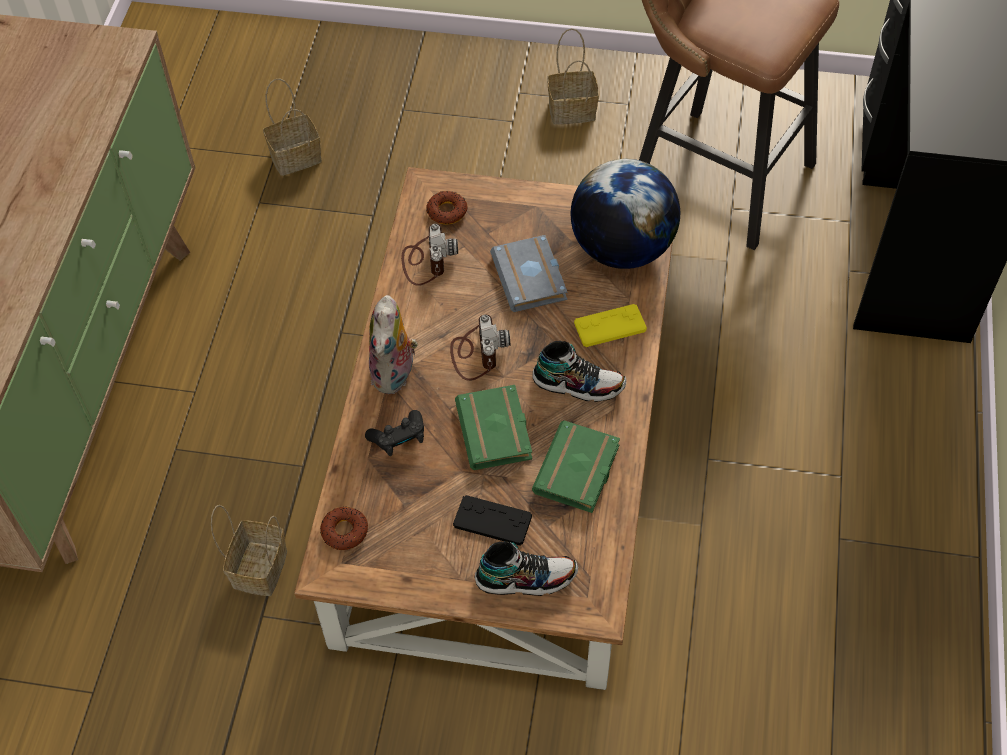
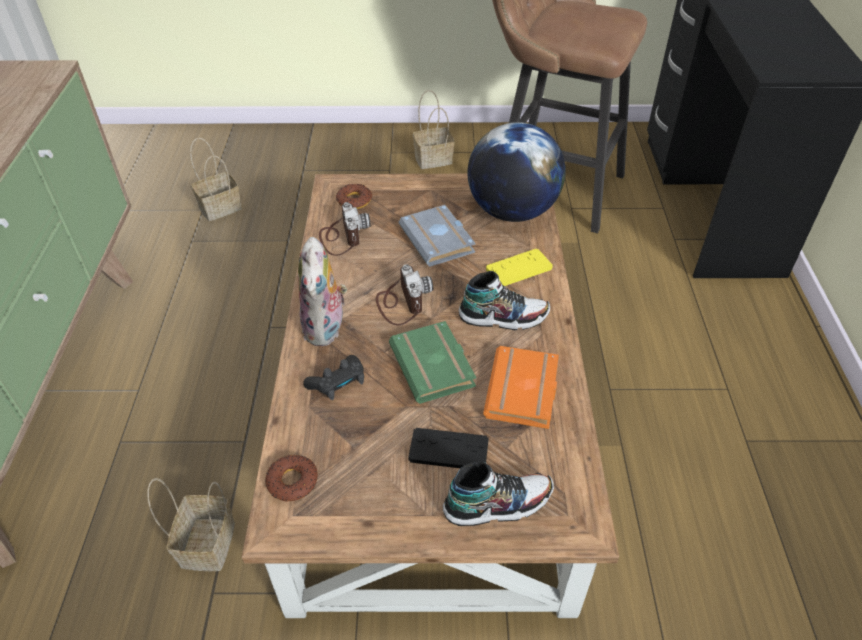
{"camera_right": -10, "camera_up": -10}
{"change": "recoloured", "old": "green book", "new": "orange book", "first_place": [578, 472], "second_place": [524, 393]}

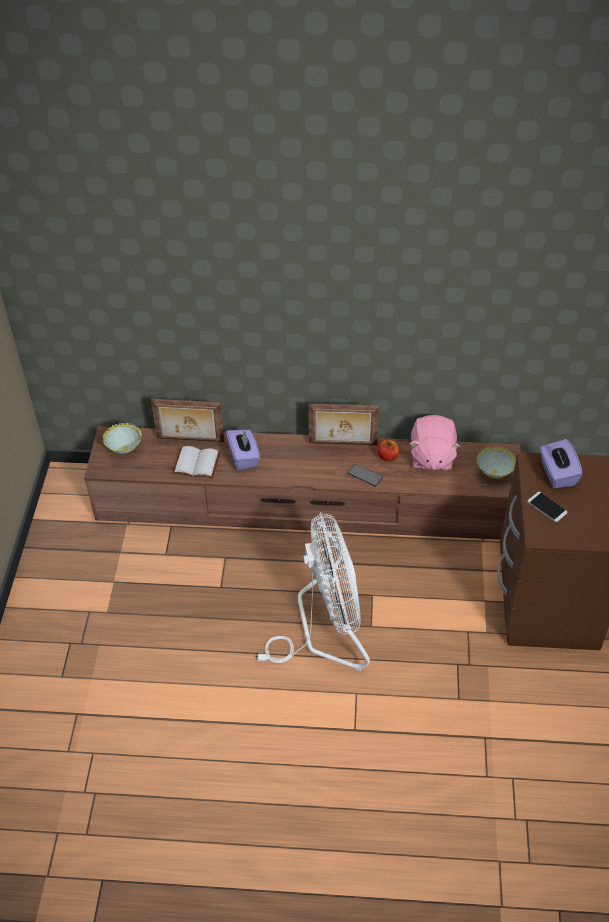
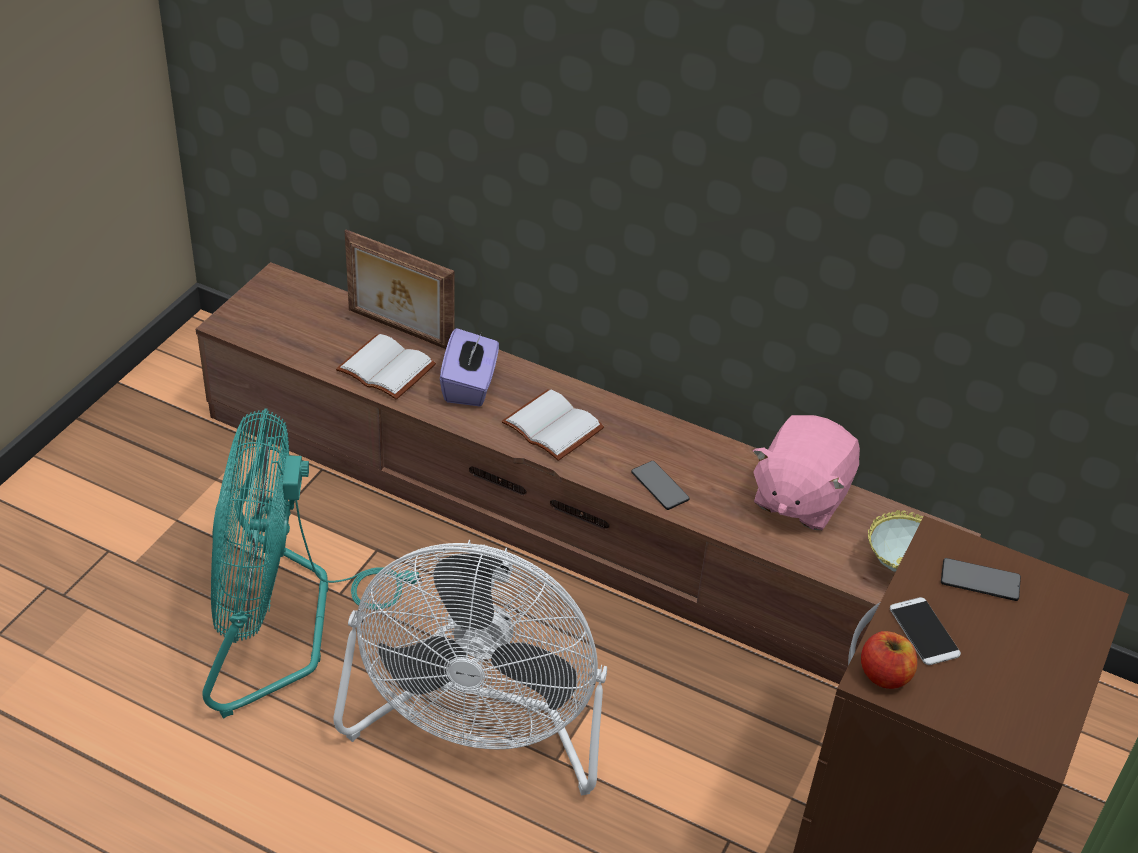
{"camera_right": 20, "camera_up": -5}
{"change": "removed", "old": "bowl", "first_place": [125, 450]}
{"change": "turned", "old": "white fan", "first_place": [322, 624], "second_place": [472, 722], "degrees": 90}
{"change": "removed", "old": "picture frame", "first_place": [342, 444]}
{"change": "moved", "old": "apple", "first_place": [387, 456], "second_place": [884, 675]}
{"change": "replaced", "old": "purple tissue box", "new": "phone", "first_place": [557, 474], "second_place": [980, 581]}
{"change": "added", "new": "turquoise fan", "second_place": [288, 616]}
{"change": "added", "new": "white book", "second_place": [555, 426]}

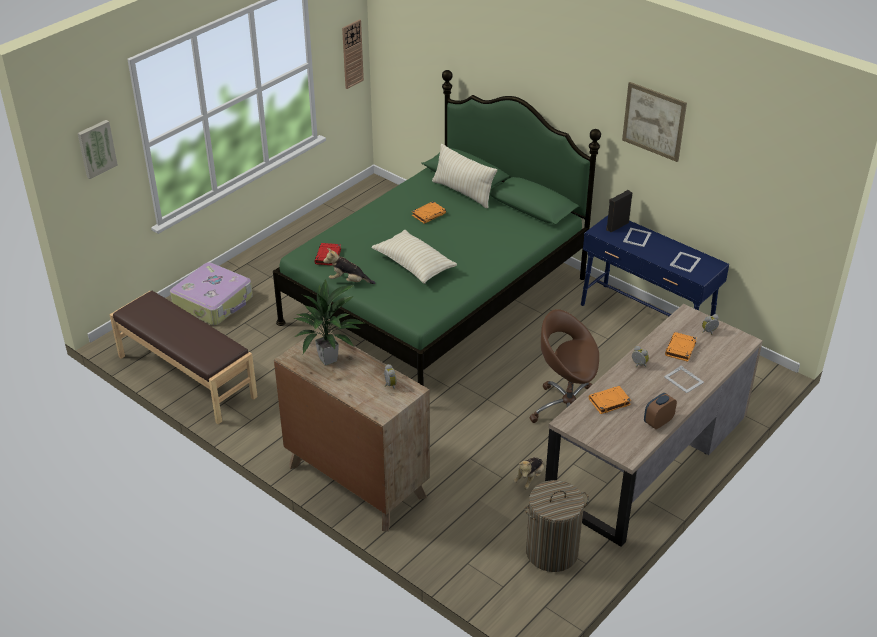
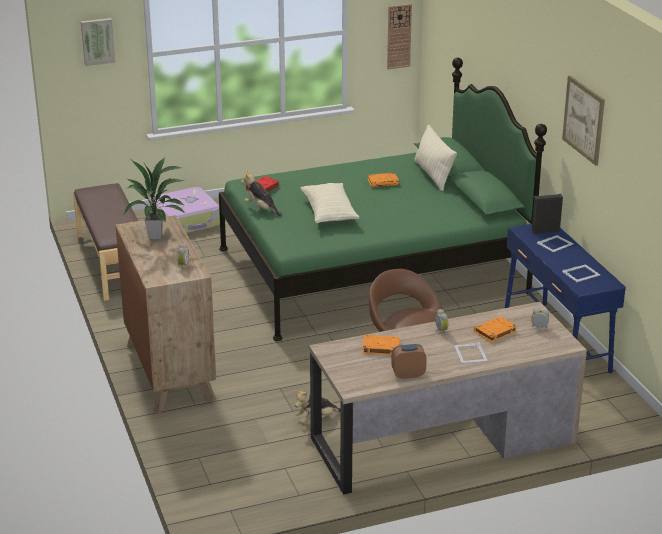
{"camera_right": 30, "camera_up": -10}
{"change": "removed", "old": "laundry basket", "first_place": [551, 552]}

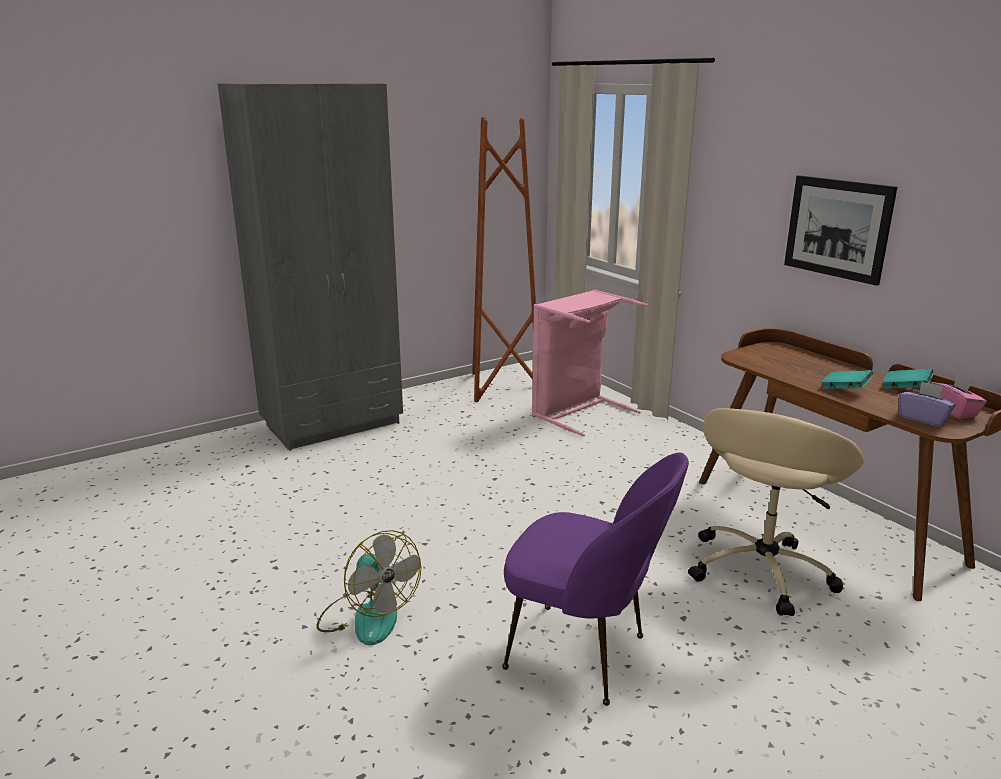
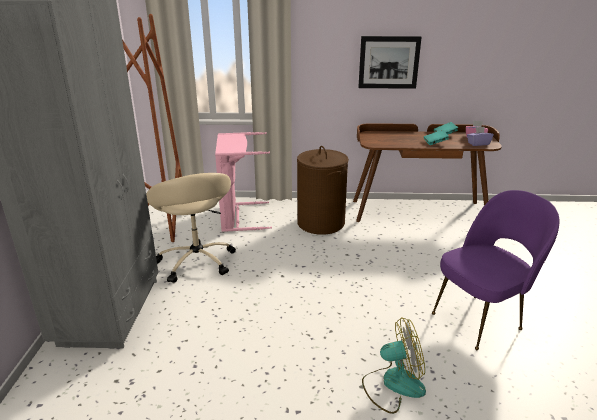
{"camera_right": -55, "camera_up": 5}
{"change": "moved", "old": "beige office chair", "first_place": [759, 574], "second_place": [197, 263]}
{"change": "added", "new": "brown laundry basket", "second_place": [321, 223]}

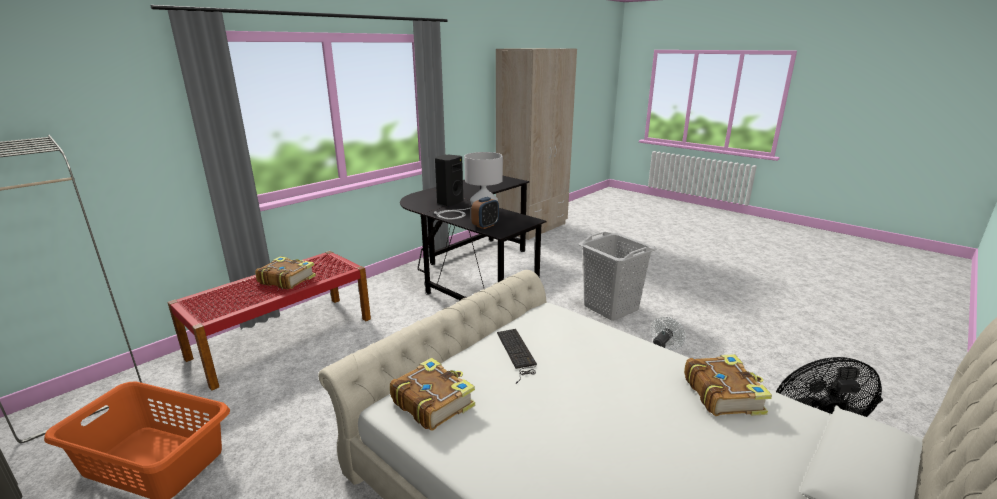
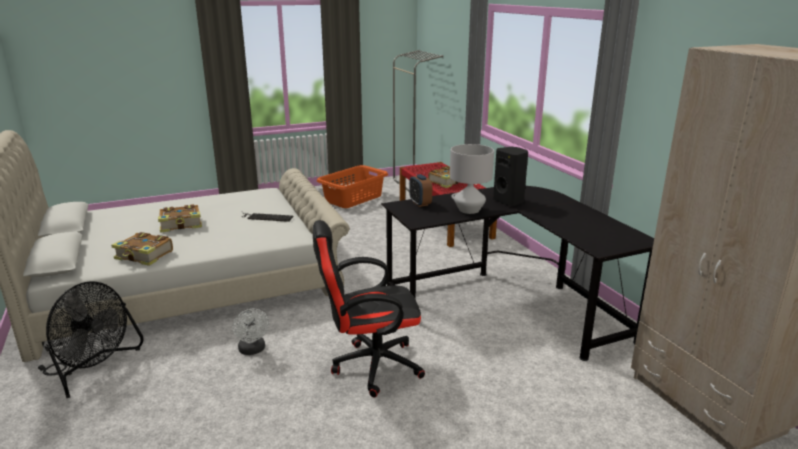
{"camera_right": 115, "camera_up": 0}
{"change": "moved", "old": "book", "first_place": [432, 402], "second_place": [181, 225]}
{"change": "replaced", "old": "grey laundry basket", "new": "black office chair", "first_place": [610, 308], "second_place": [369, 367]}

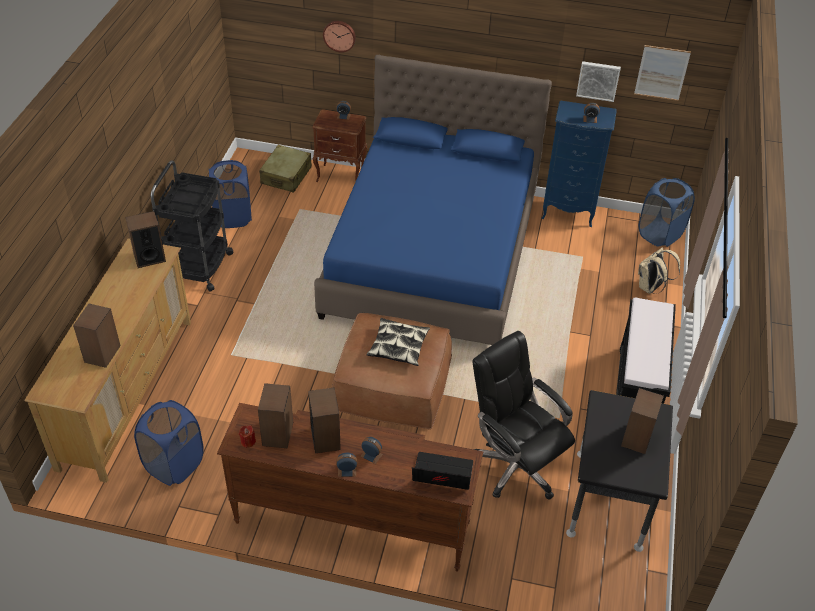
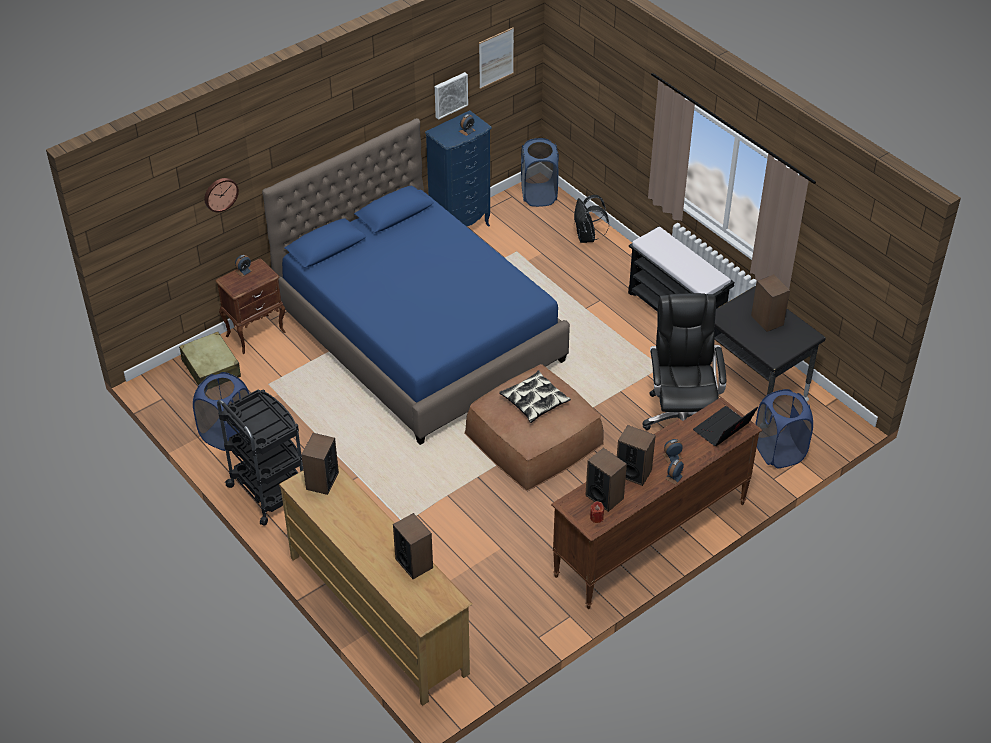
{"camera_right": -50, "camera_up": 0}
{"change": "moved", "old": "blue laundry basket", "first_place": [174, 464], "second_place": [778, 451]}
{"change": "turned", "old": "black office chair", "first_place": [514, 465], "second_place": [680, 418], "degrees": 90}
{"change": "recoloured", "old": "beige backpack", "new": "black backpack", "first_place": [651, 288], "second_place": [587, 237]}

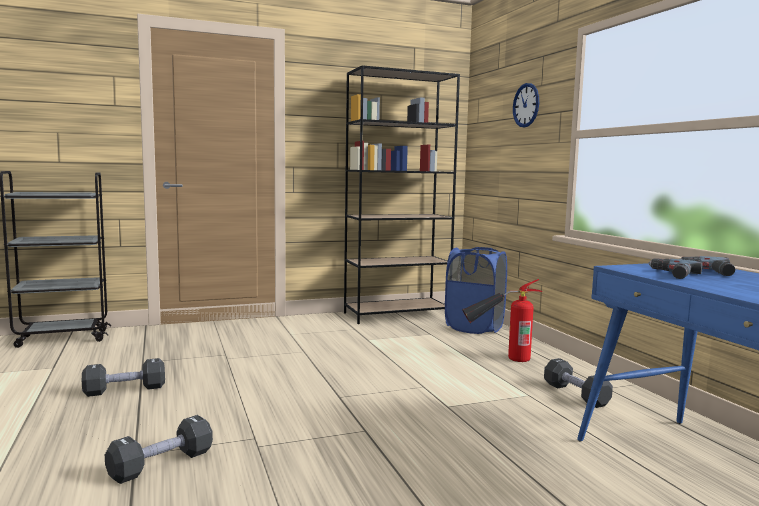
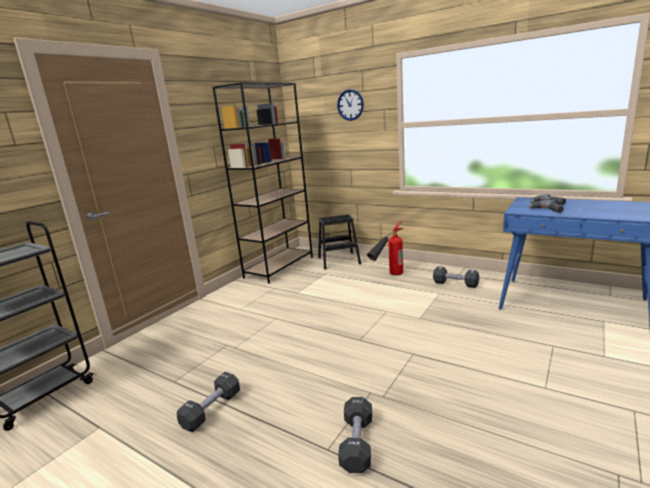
{"camera_right": -35, "camera_up": 10}
{"change": "replaced", "old": "blue laundry basket", "new": "black step ladder", "first_place": [474, 327], "second_place": [339, 260]}

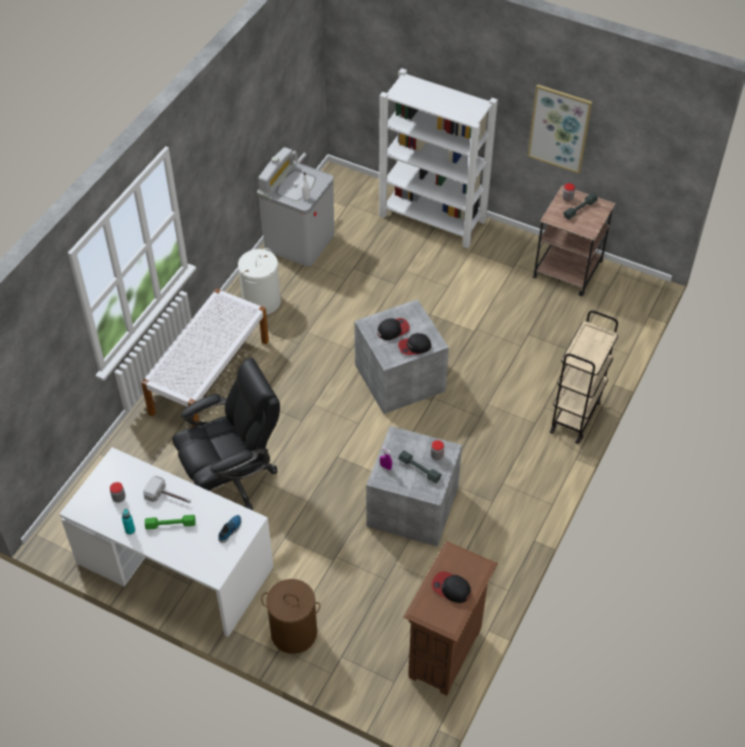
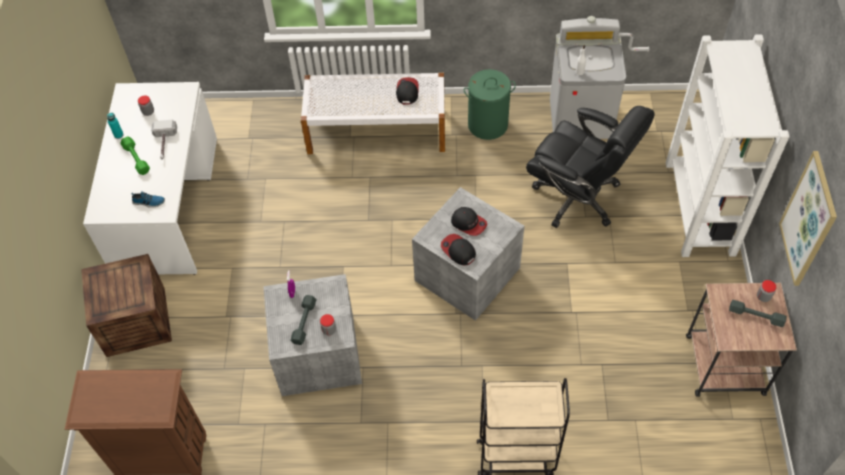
{"camera_right": 65, "camera_up": 5}
{"change": "moved", "old": "black office chair", "first_place": [232, 477], "second_place": [577, 197]}
{"change": "recoloured", "old": "white laundry basket", "new": "green laundry basket", "first_place": [261, 302], "second_place": [487, 125]}
{"change": "replaced", "old": "brown laundry basket", "new": "crate", "first_place": [293, 633], "second_place": [136, 321]}
{"change": "moved", "old": "cap", "first_place": [451, 588], "second_place": [407, 92]}

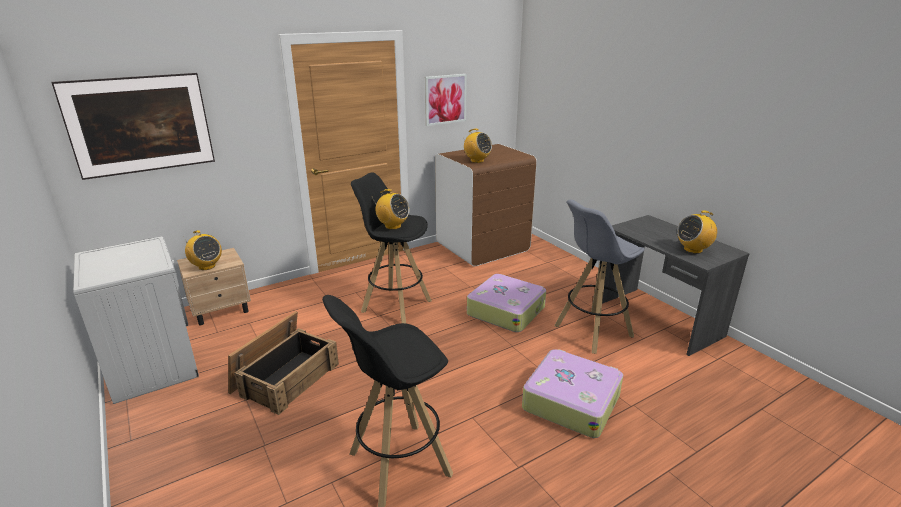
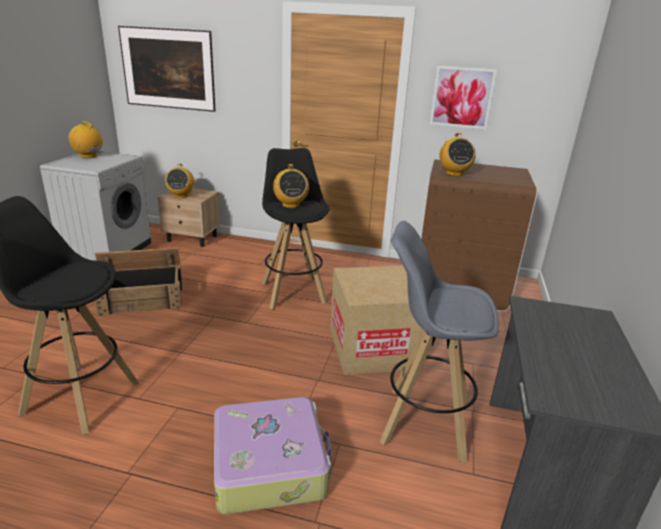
{"camera_right": 45, "camera_up": 0}
{"change": "replaced", "old": "suitcase", "new": "cardboard box", "first_place": [506, 310], "second_place": [372, 348]}
{"change": "moved", "old": "radio", "first_place": [693, 249], "second_place": [89, 156]}

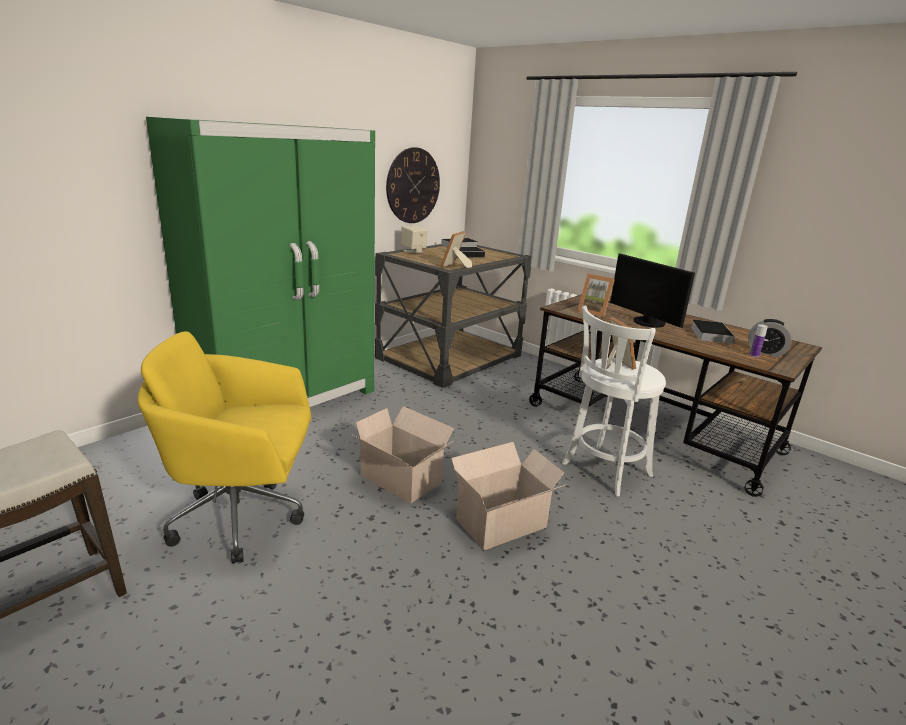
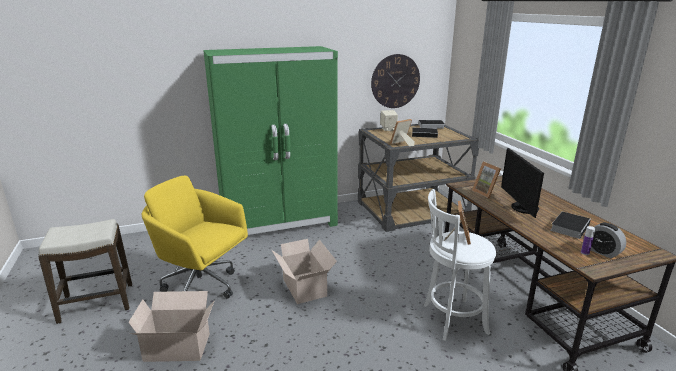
{"camera_right": 30, "camera_up": 0}
{"change": "moved", "old": "cardboard box", "first_place": [503, 523], "second_place": [179, 347]}

